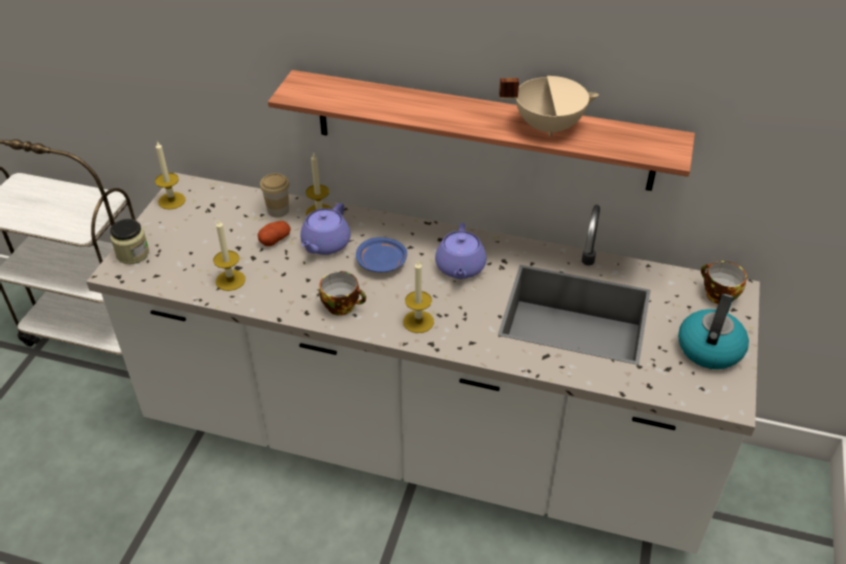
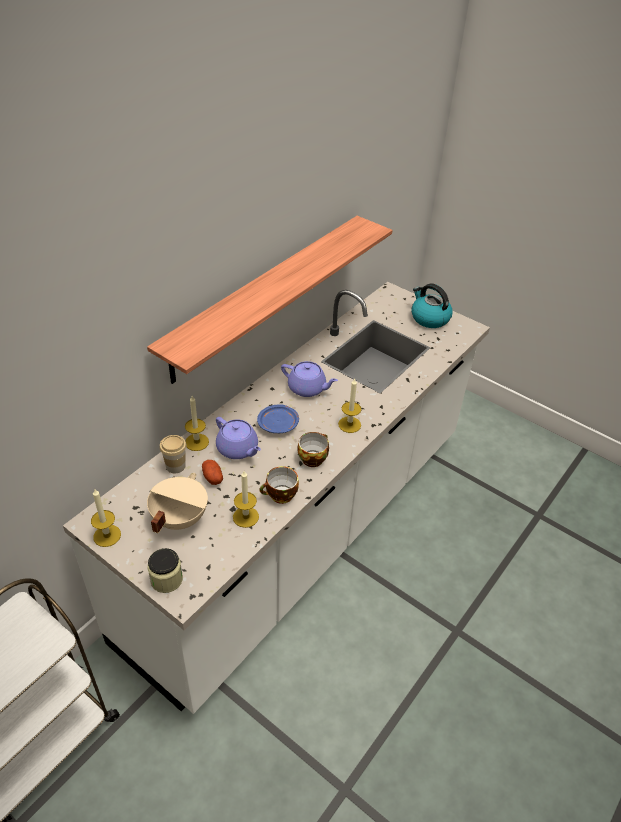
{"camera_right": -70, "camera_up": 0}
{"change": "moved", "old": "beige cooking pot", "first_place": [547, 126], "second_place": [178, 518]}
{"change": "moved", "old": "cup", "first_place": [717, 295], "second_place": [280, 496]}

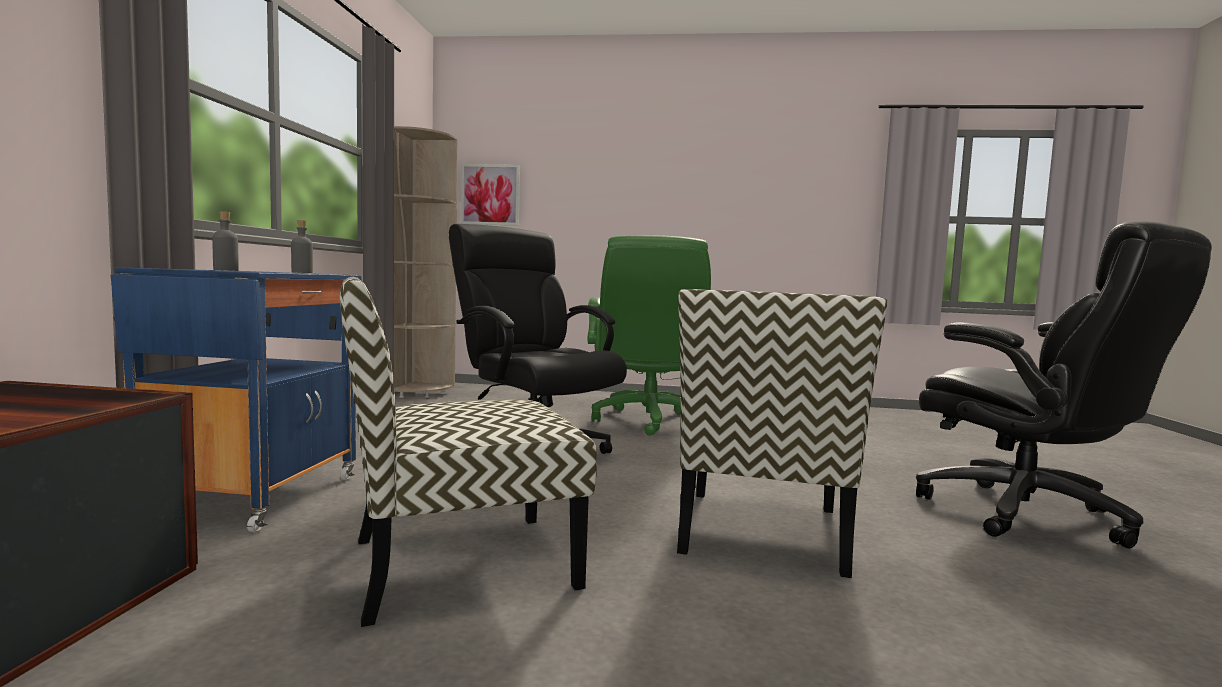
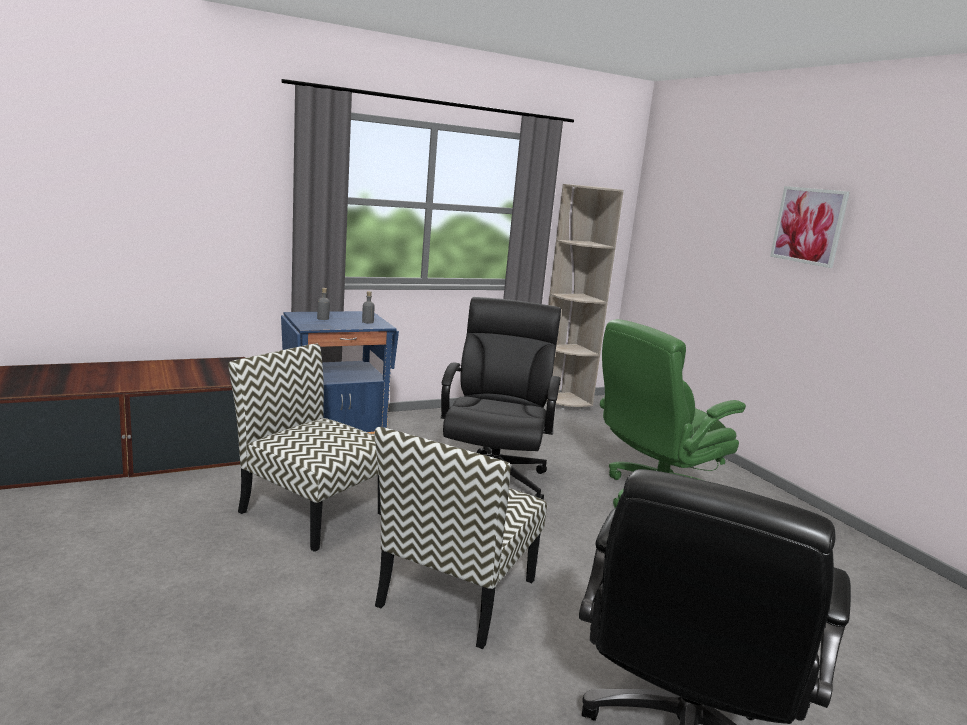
{"camera_right": 55, "camera_up": 10}
{"change": "moved", "old": "picture", "first_place": [490, 195], "second_place": [808, 226]}
{"change": "turned", "old": "chair", "first_place": [763, 531], "second_place": [457, 594], "degrees": -45}

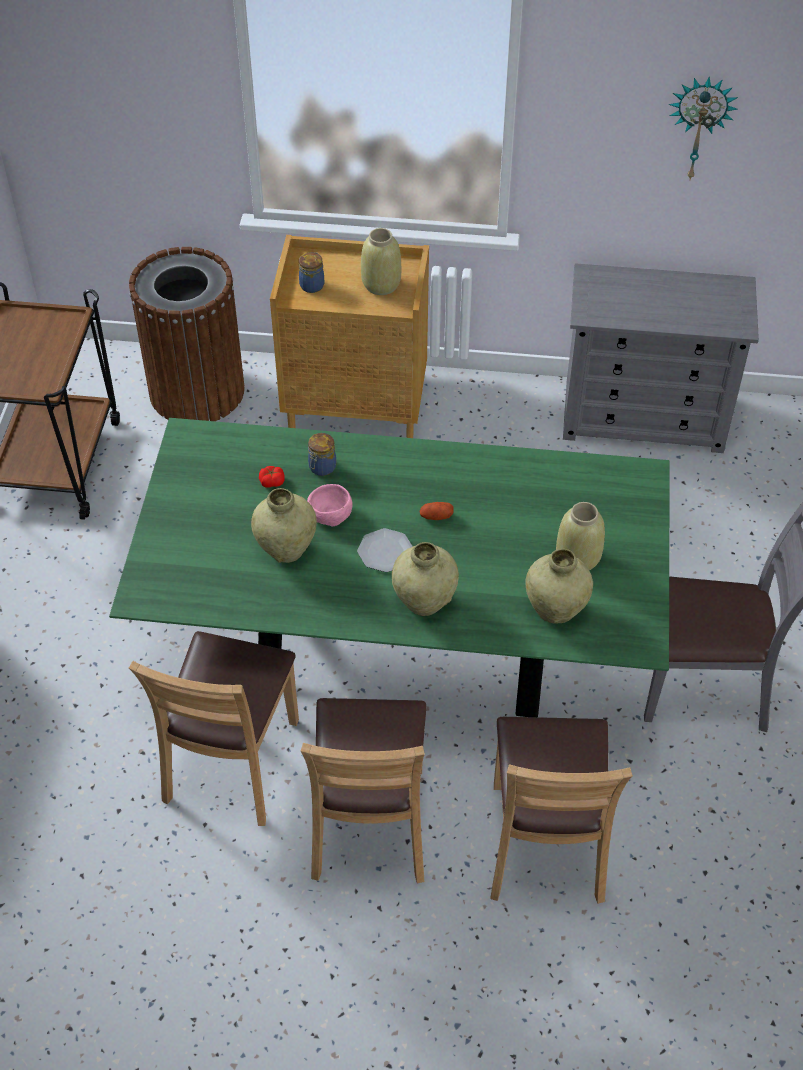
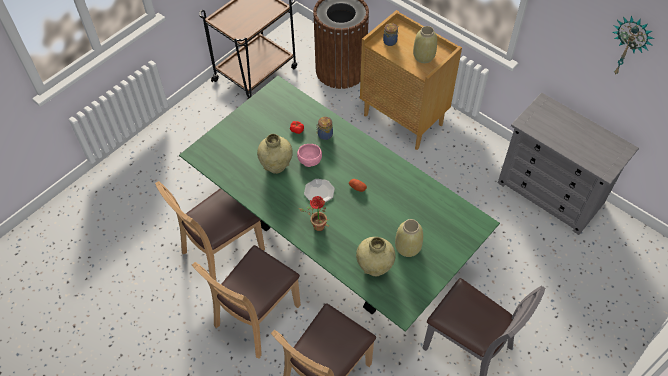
{"camera_right": 35, "camera_up": 5}
{"change": "replaced", "old": "beige vase", "new": "potted plant", "first_place": [424, 602], "second_place": [316, 227]}

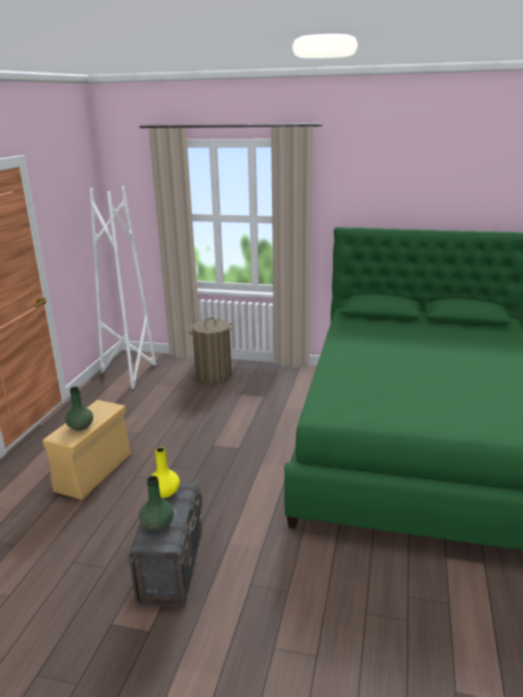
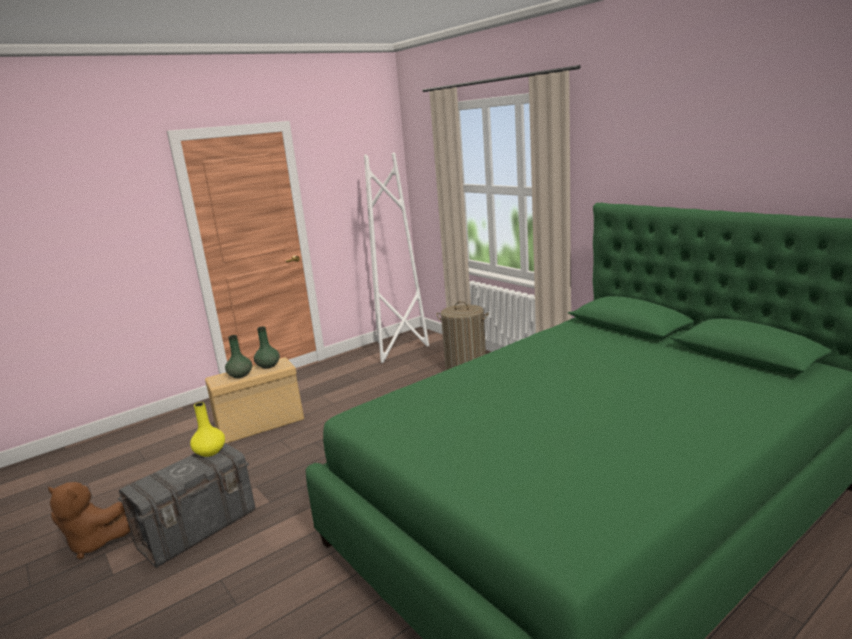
{"camera_right": 40, "camera_up": -5}
{"change": "moved", "old": "green vase", "first_place": [157, 524], "second_place": [268, 366]}
{"change": "added", "new": "brown plush toy", "second_place": [96, 542]}

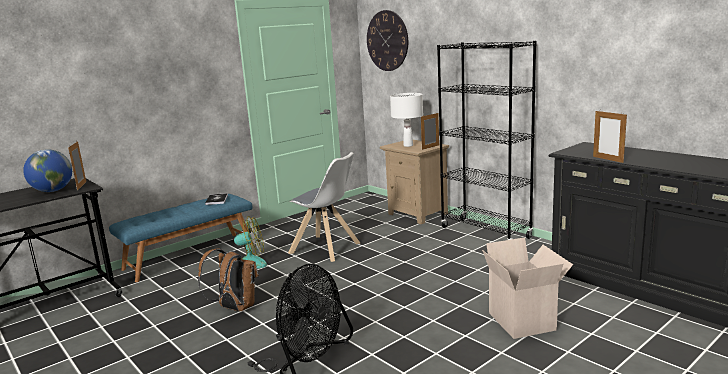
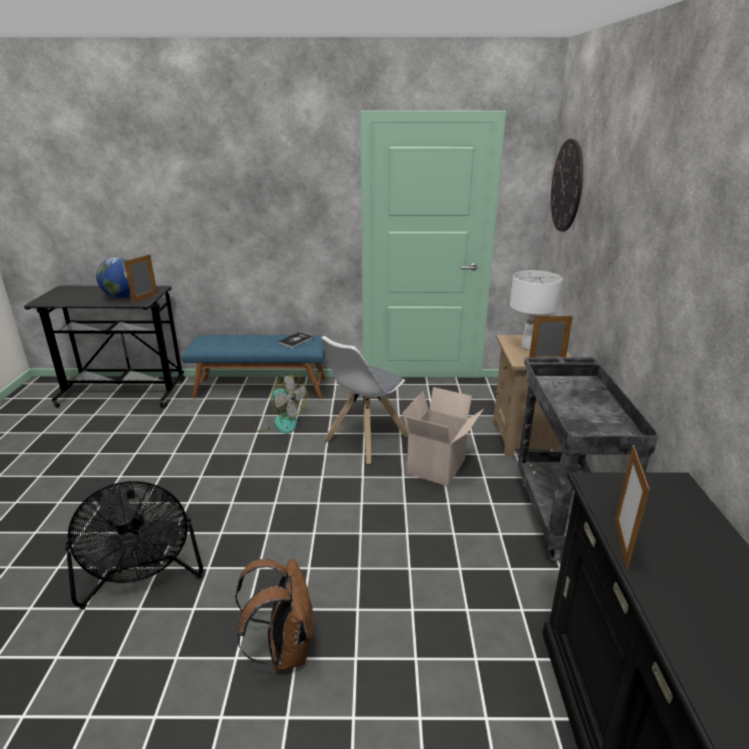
{"camera_right": 40, "camera_up": 10}
{"change": "moved", "old": "brown backpack", "first_place": [235, 308], "second_place": [284, 649]}
{"change": "turned", "old": "chair", "first_place": [326, 248], "second_place": [365, 439], "degrees": 60}
{"change": "replaced", "old": "black bookcase", "new": "grey cart", "first_place": [485, 233], "second_place": [560, 514]}
{"change": "moved", "old": "cardboard box", "first_place": [524, 321], "second_place": [438, 467]}

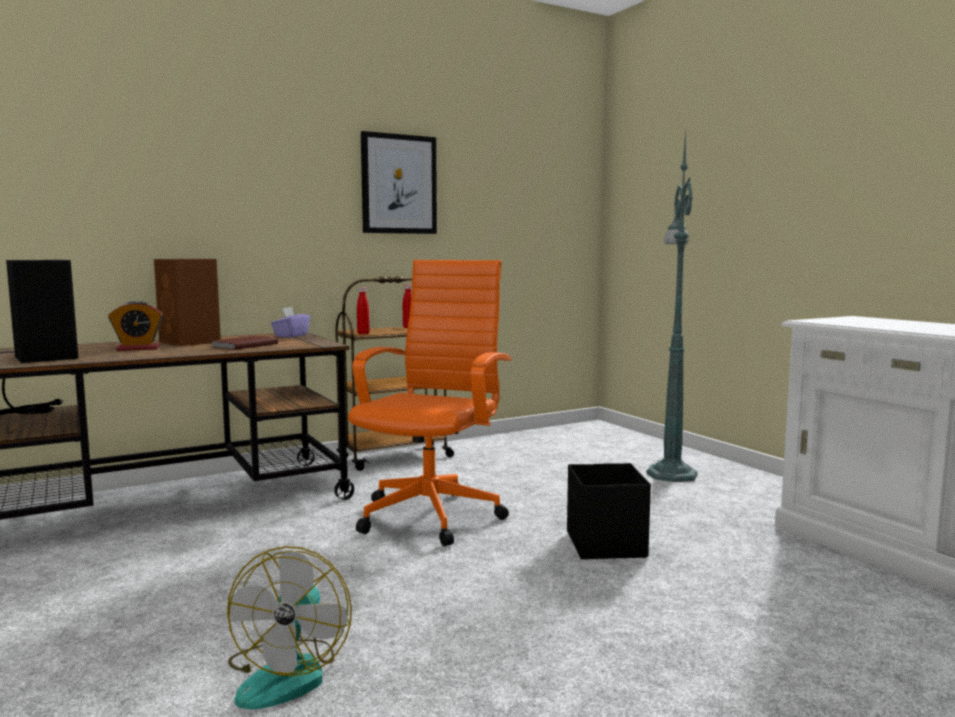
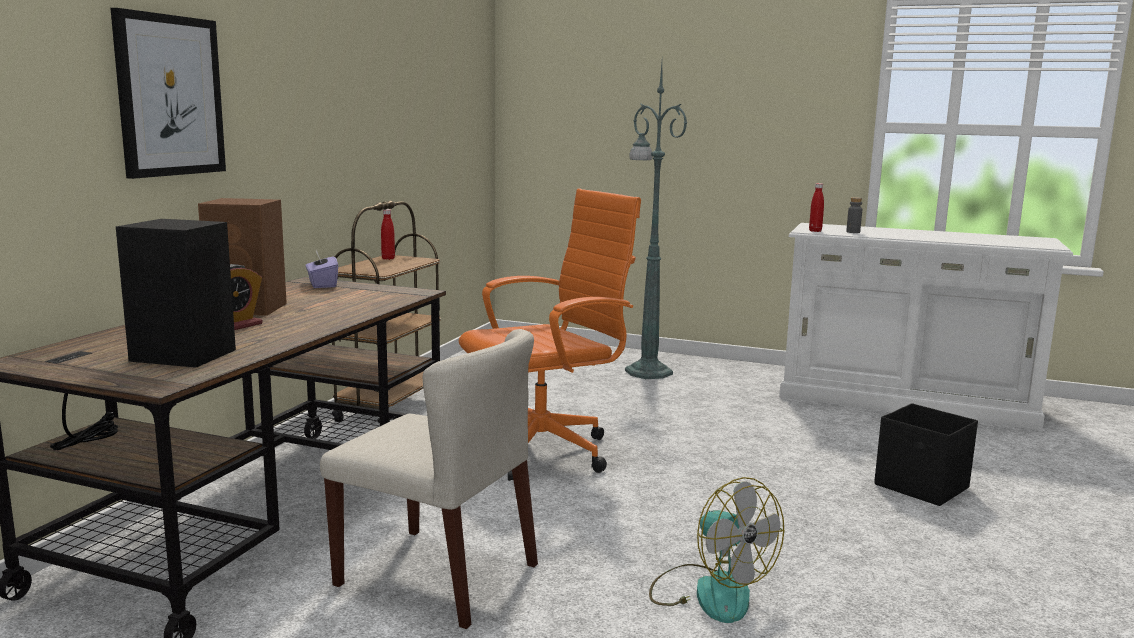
{"camera_right": -40, "camera_up": 5}
{"change": "removed", "old": "brown book", "first_place": [243, 345]}
{"change": "turned", "old": "orange office chair", "first_place": [433, 514], "second_place": [547, 451], "degrees": 75}
{"change": "moved", "old": "red bottle", "first_place": [363, 333], "second_place": [815, 231]}
{"change": "moved", "old": "picture", "first_place": [399, 184], "second_place": [169, 96]}
{"change": "moved", "old": "black storage box", "first_place": [605, 545], "second_place": [922, 487]}
{"change": "added", "new": "beige chair", "second_place": [439, 575]}
{"change": "added", "new": "grey bottle", "second_place": [853, 232]}

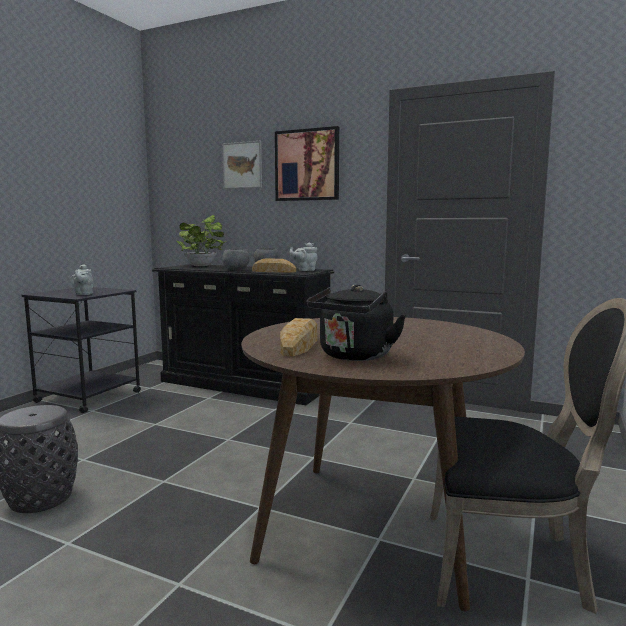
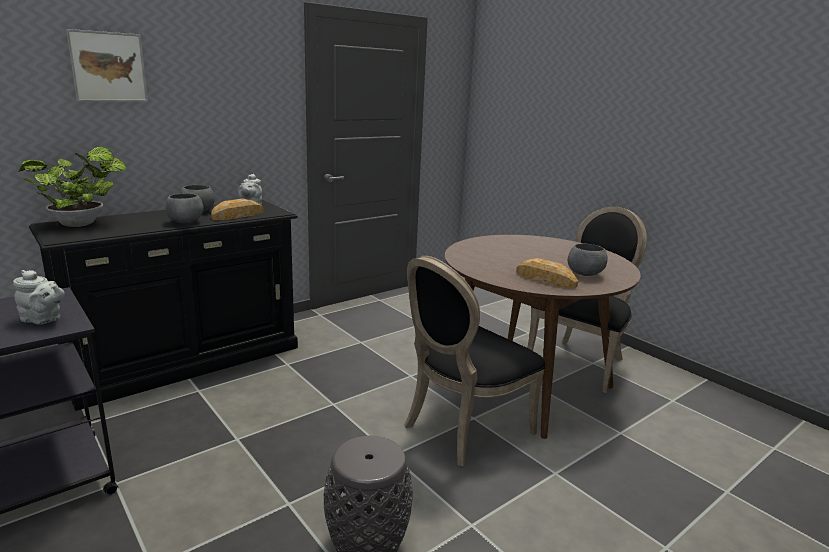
{"camera_right": -65, "camera_up": 10}
{"change": "removed", "old": "picture", "first_place": [307, 165]}
{"change": "replaced", "old": "black kettle", "new": "grey bowl", "first_place": [354, 356], "second_place": [585, 274]}
{"change": "added", "new": "black chair", "second_place": [462, 428]}

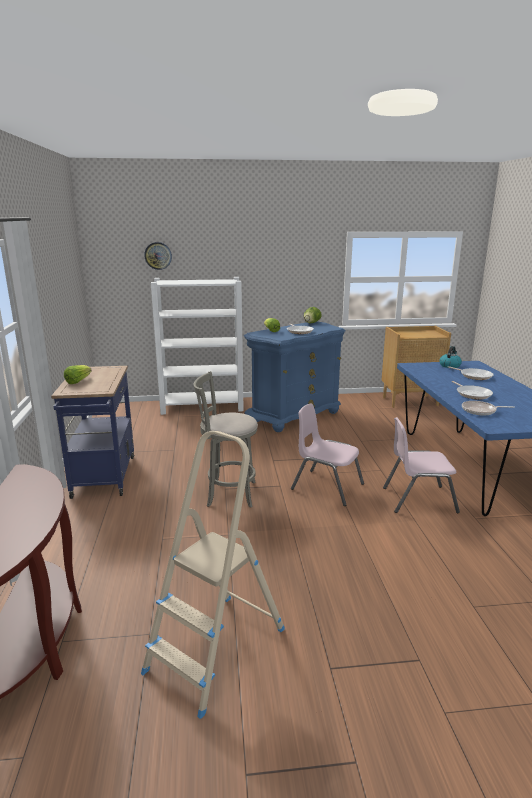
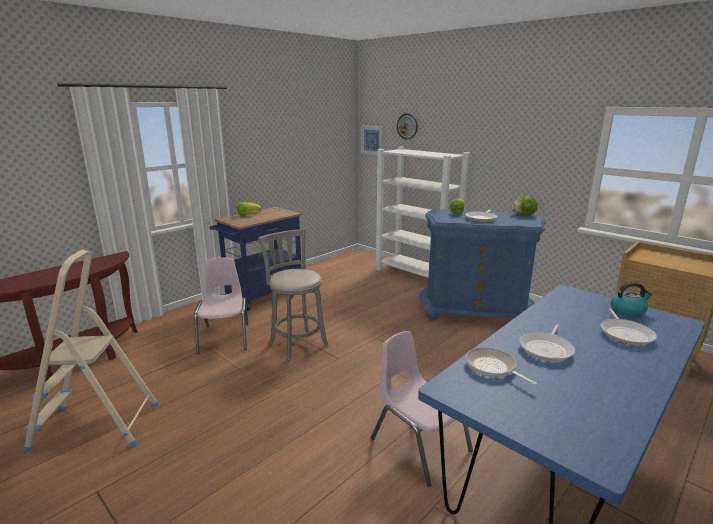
{"camera_right": 50, "camera_up": 0}
{"change": "moved", "old": "pink chair", "first_place": [327, 487], "second_place": [225, 337]}
{"change": "added", "new": "picture", "second_place": [372, 140]}

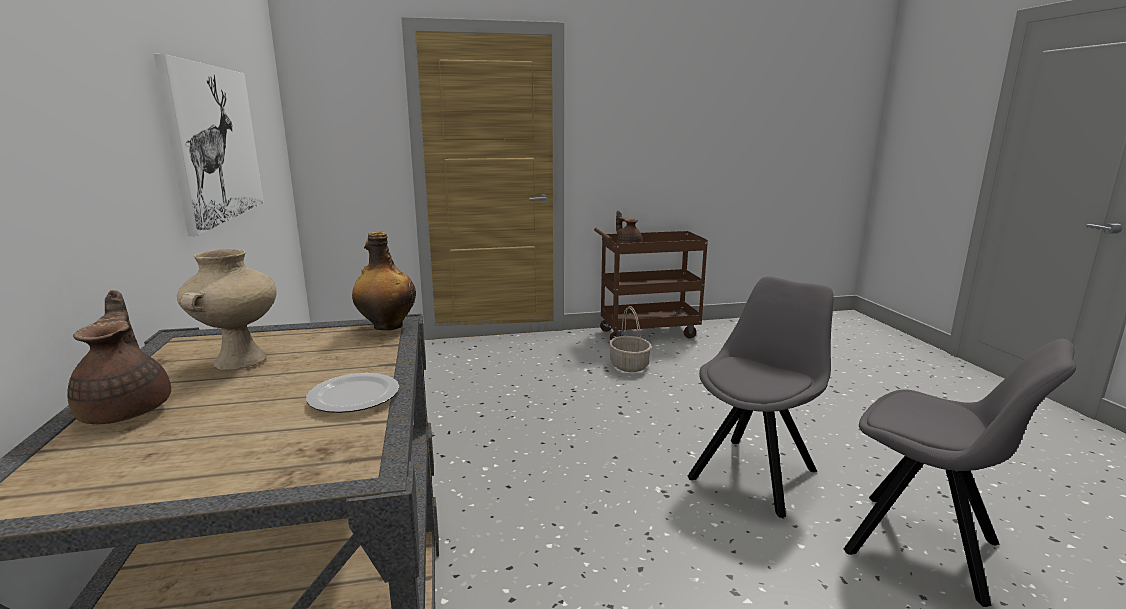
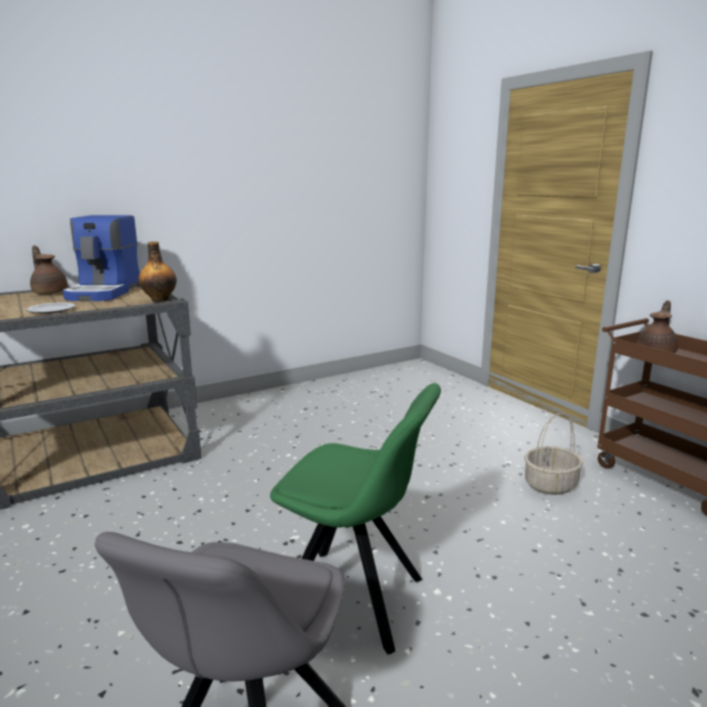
{"camera_right": 70, "camera_up": 0}
{"change": "turned", "old": "brown teapot", "first_place": [128, 409], "second_place": [50, 292], "degrees": -90}
{"change": "removed", "old": "picture", "first_place": [215, 143]}
{"change": "replaced", "old": "beige vase", "new": "coffee machine", "first_place": [240, 360], "second_place": [105, 292]}
{"change": "recoloured", "old": "grey chair", "new": "green chair", "first_place": [754, 474], "second_place": [353, 599]}

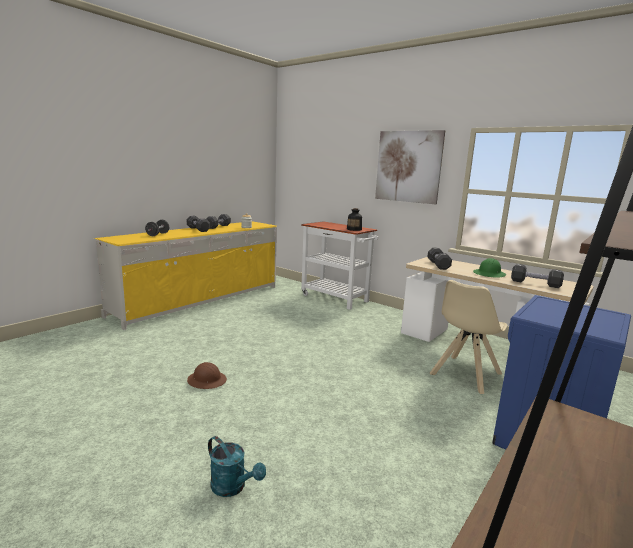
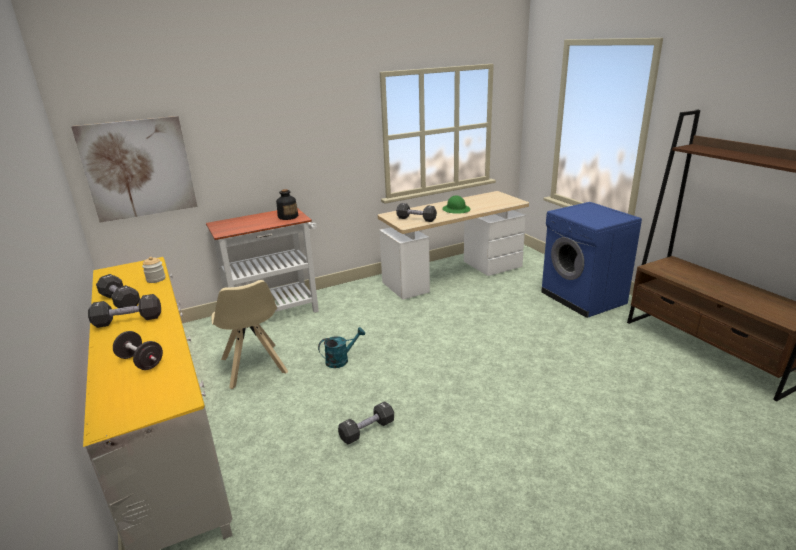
{"camera_right": -65, "camera_up": 10}
{"change": "removed", "old": "brown hard hat", "first_place": [207, 380]}
{"change": "moved", "old": "turquoise watering can", "first_place": [233, 487], "second_place": [341, 360]}
{"change": "moved", "old": "picture", "first_place": [408, 166], "second_place": [138, 168]}
{"change": "moved", "old": "beige chair", "first_place": [464, 374], "second_place": [254, 367]}
{"change": "moved", "old": "black dumbbell", "first_place": [535, 283], "second_place": [367, 430]}

